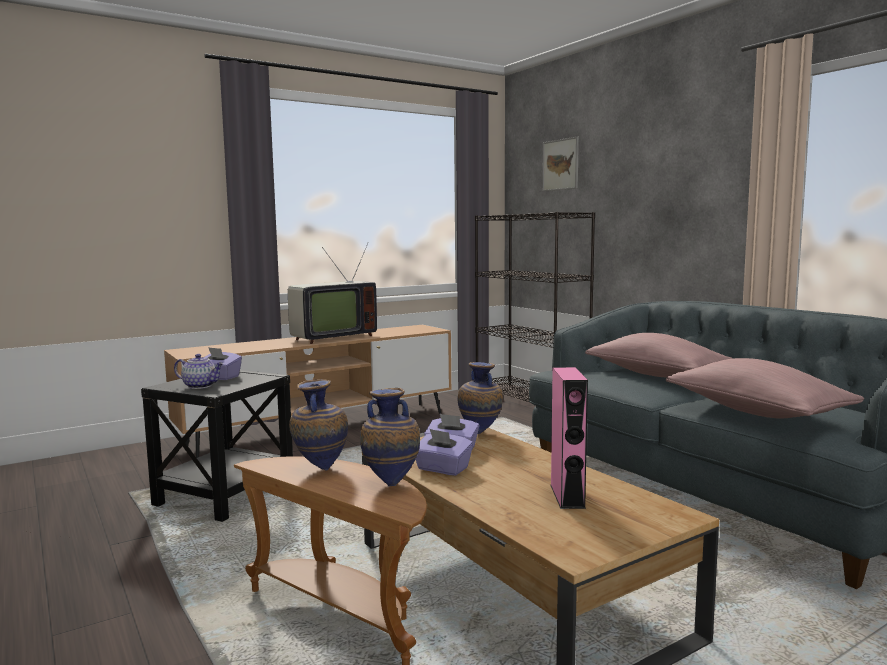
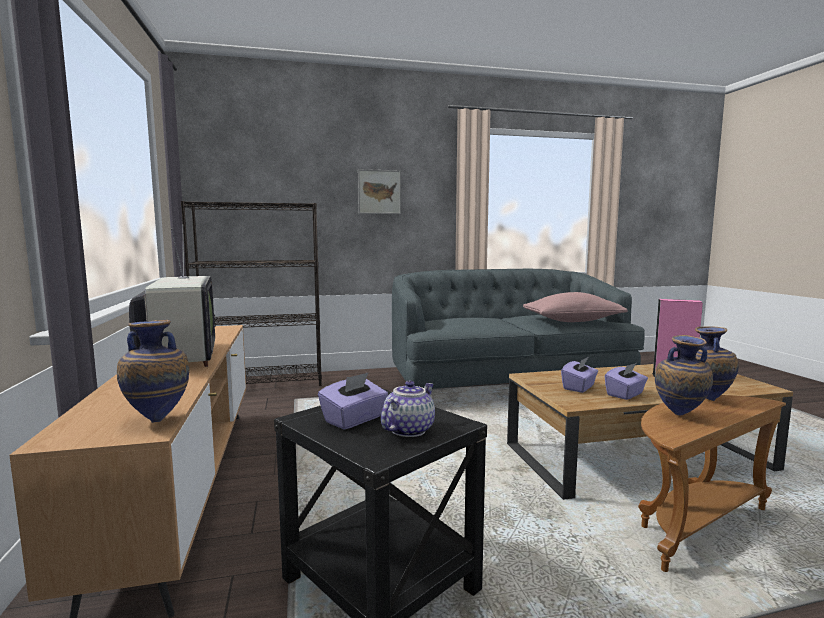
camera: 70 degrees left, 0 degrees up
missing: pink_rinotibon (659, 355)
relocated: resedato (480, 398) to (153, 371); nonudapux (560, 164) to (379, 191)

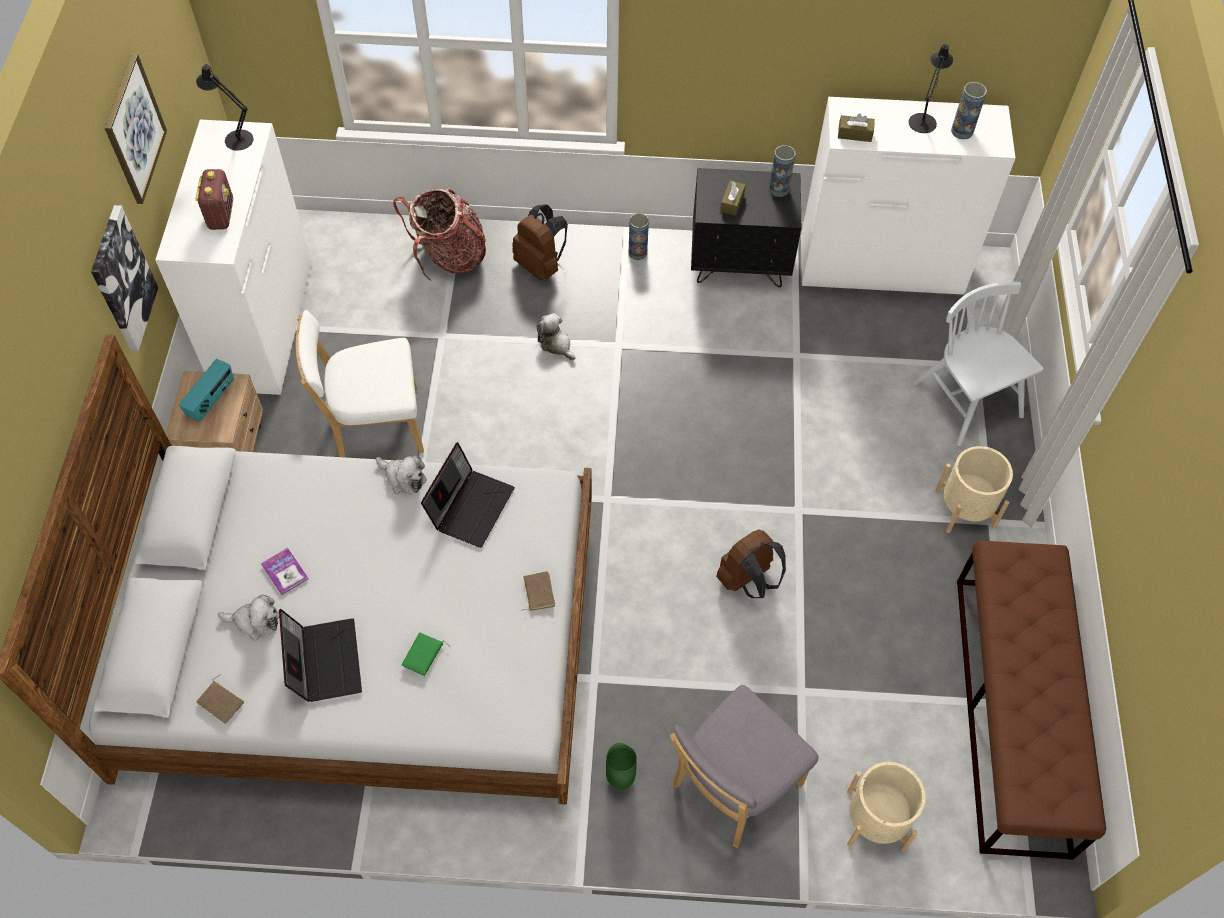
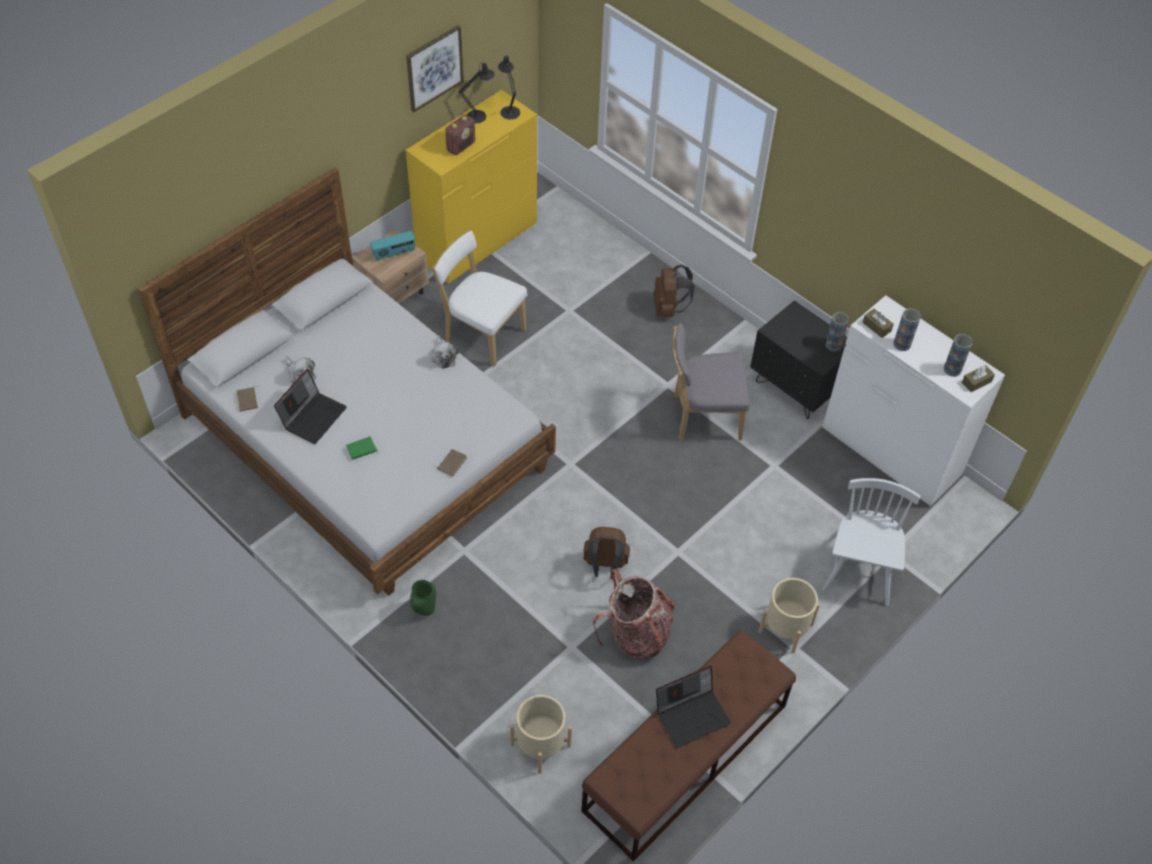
camera: 40 degrees right, 5 degrees down
missing: nonudapux (124, 278); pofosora (285, 571); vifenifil (555, 336)
relocated: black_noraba (931, 88) to (477, 93); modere (439, 234) to (634, 614); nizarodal (468, 495) to (693, 707); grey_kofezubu (744, 766) to (711, 382); resedato (638, 236) to (907, 330); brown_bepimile (733, 198) to (978, 378)
colour: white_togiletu (233, 258) to yellow_togiletu (471, 186)

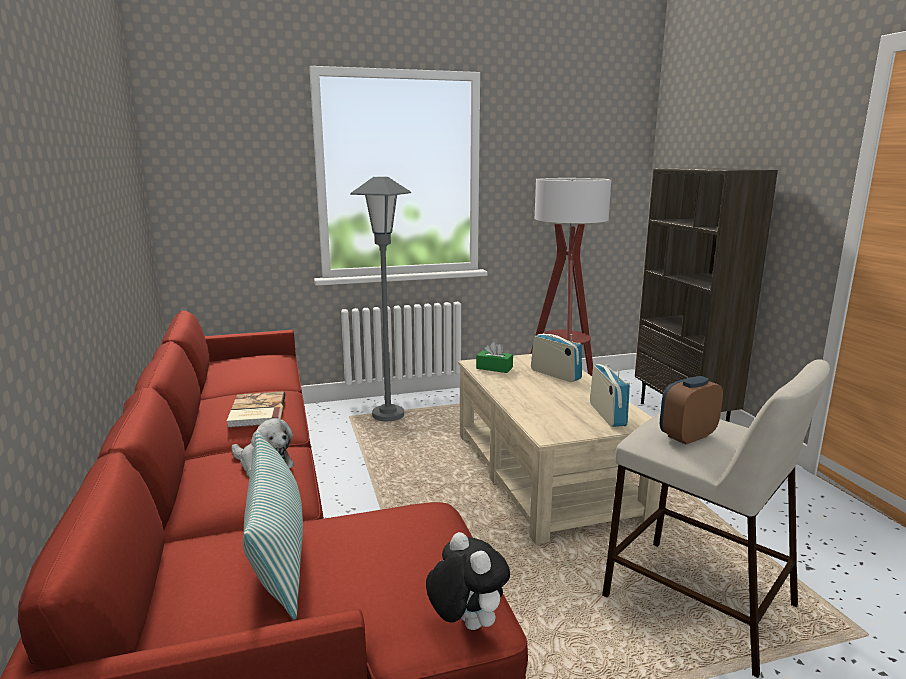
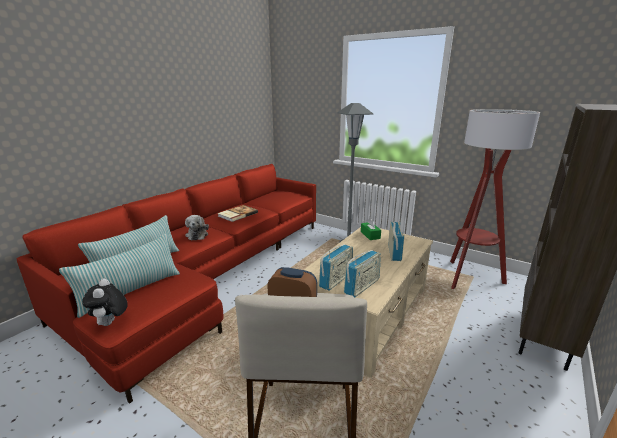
camera: 50 degrees right, 5 degrees up
appeared: rinotibon (119, 275); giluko (336, 267)
spun: vifenifil (468, 581) = (105, 302) 150 degrees clockwise

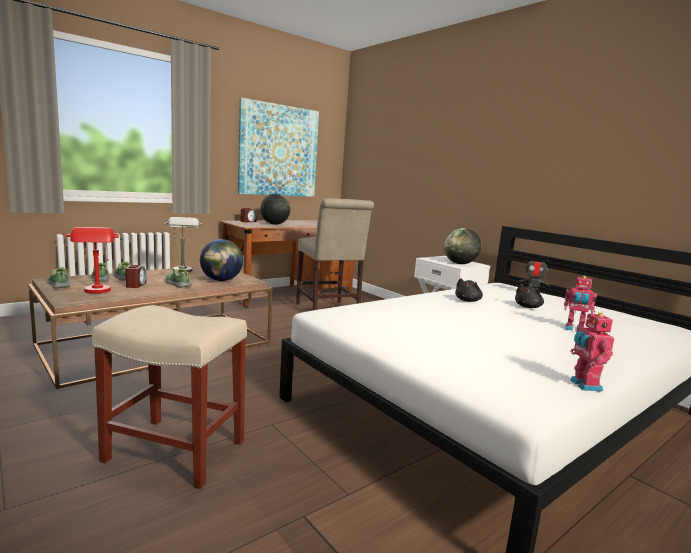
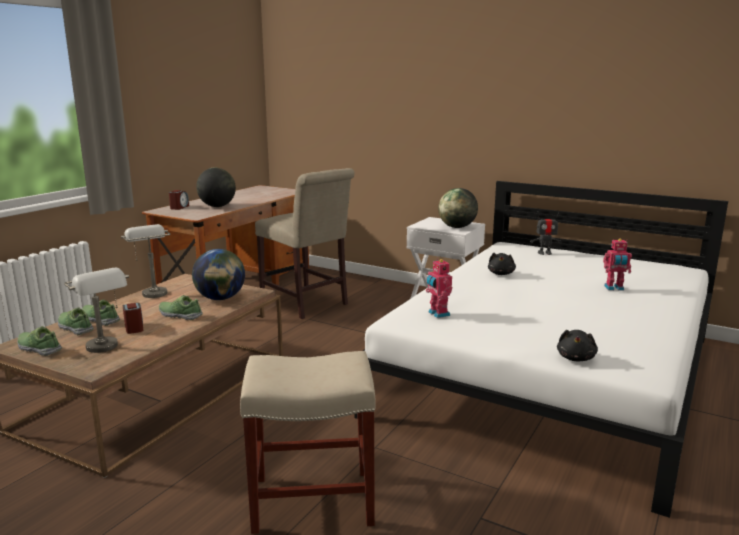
camera: 20 degrees left, 5 degrees up
missing: nonudapux (278, 147)
relocated: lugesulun (592, 351) to (439, 288); black_vifenifil (529, 296) to (577, 345)
colour: red_noraba (92, 260) to grey_noraba (96, 310)

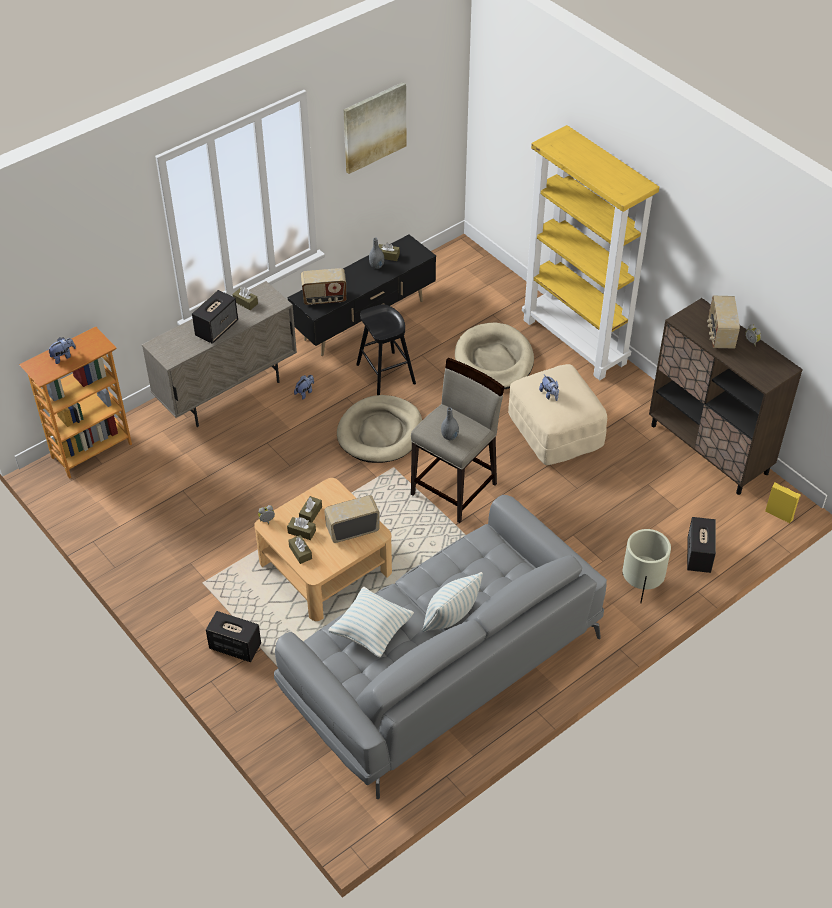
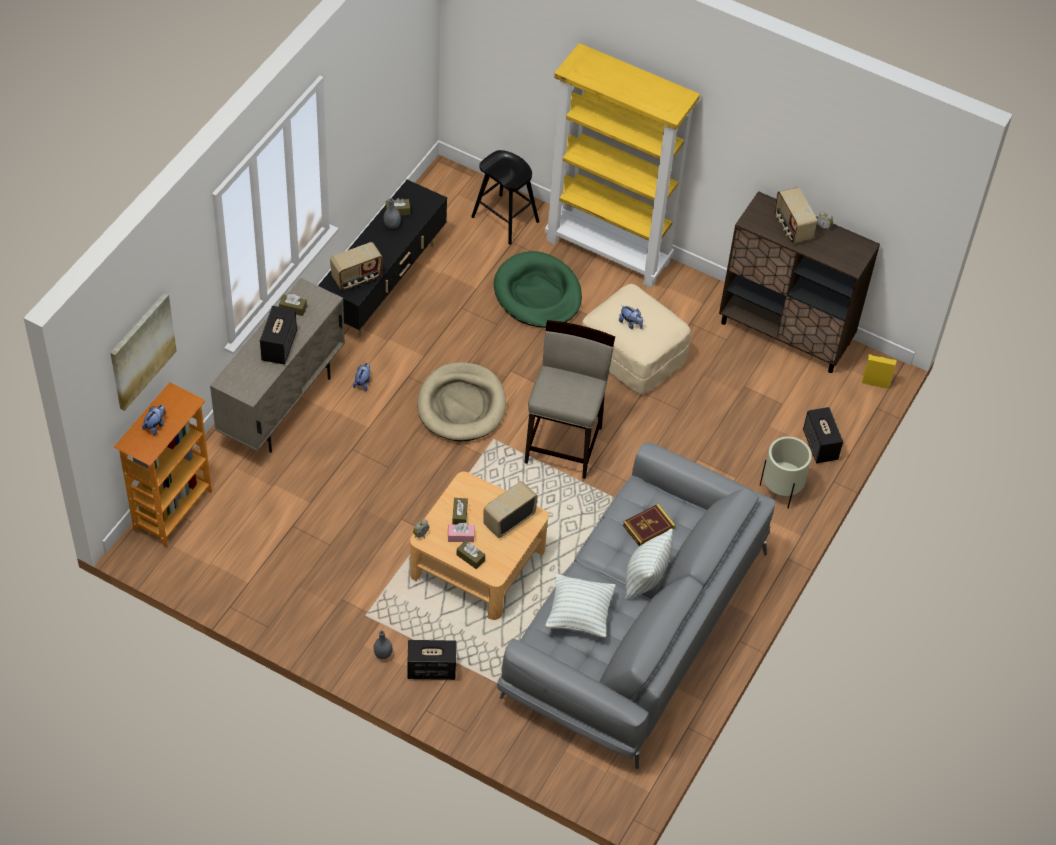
camera: 25 degrees left, 5 degrees up
appeared: pofosora (649, 525)
relocated: nonudapux (374, 128) to (143, 352); grey_resedato (450, 423) to (383, 645); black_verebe (386, 349) to (505, 197)
colour: brown_bepimile (301, 528) to pink_bepimile (461, 532); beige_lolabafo (494, 355) to green_lolabafo (538, 289)

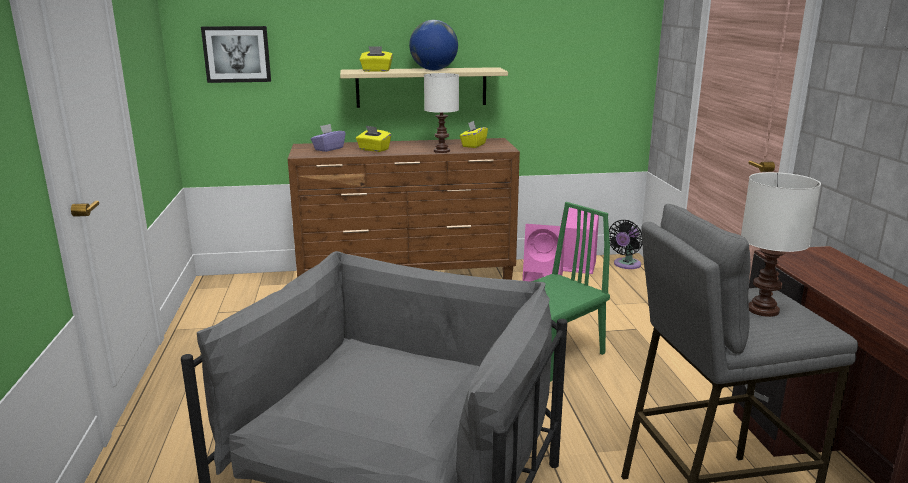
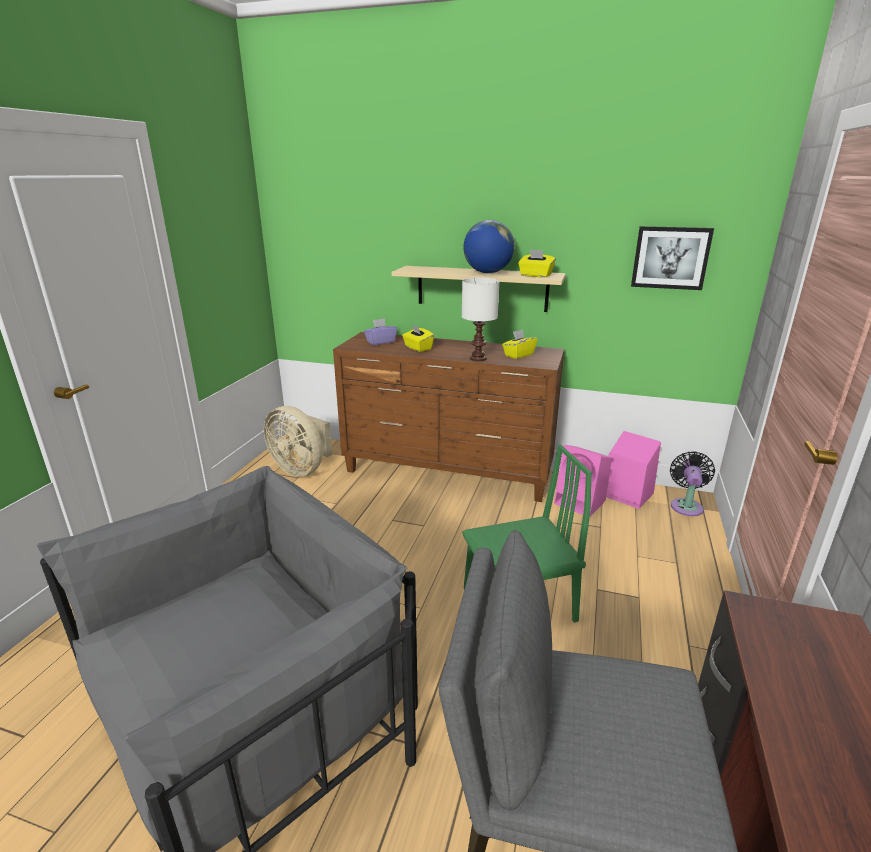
camera: 25 degrees right, 5 degrees up
missing: white_noraba (781, 244)
appeared: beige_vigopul (298, 441)
relocated: yellow_bepimile (376, 59) to (537, 263); nonudapux (236, 54) to (672, 258)
spun: black_vigopul (625, 244) = (692, 483) 135 degrees clockwise

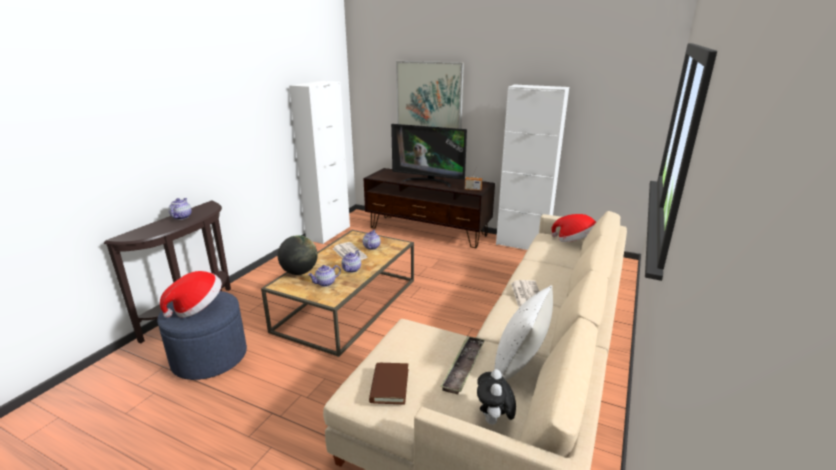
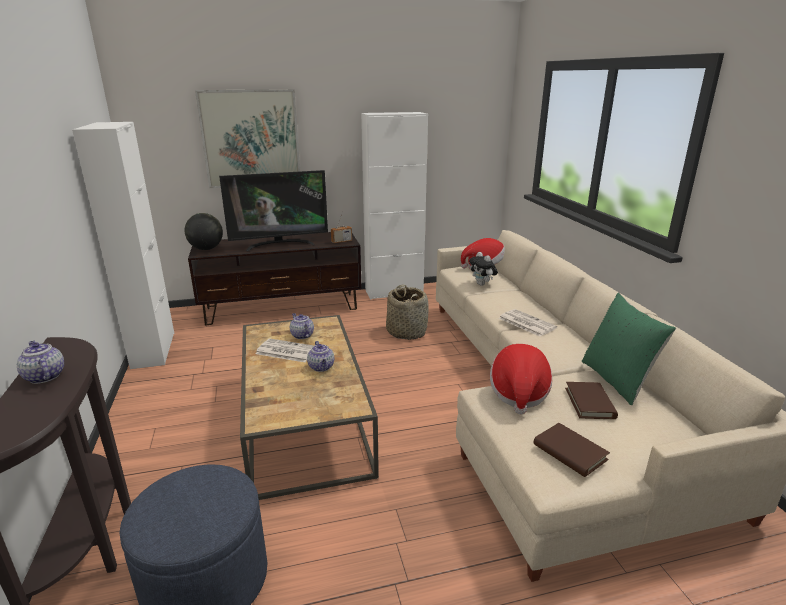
camera: 40 degrees left, 0 degrees up
missing: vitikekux (324, 276)
appeared: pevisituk (407, 312)
relocated: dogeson (298, 255) to (204, 231); vifenifil (496, 397) to (483, 269); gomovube (191, 294) to (521, 379)
exchanged: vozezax (462, 365) to brown_pofosora (591, 400)
colour: white_rinotibon (523, 333) to green_rinotibon (629, 349)

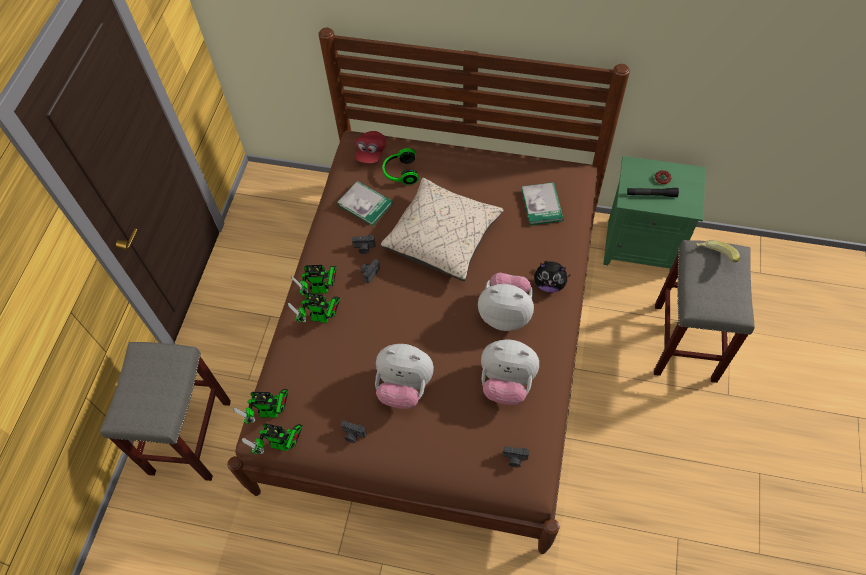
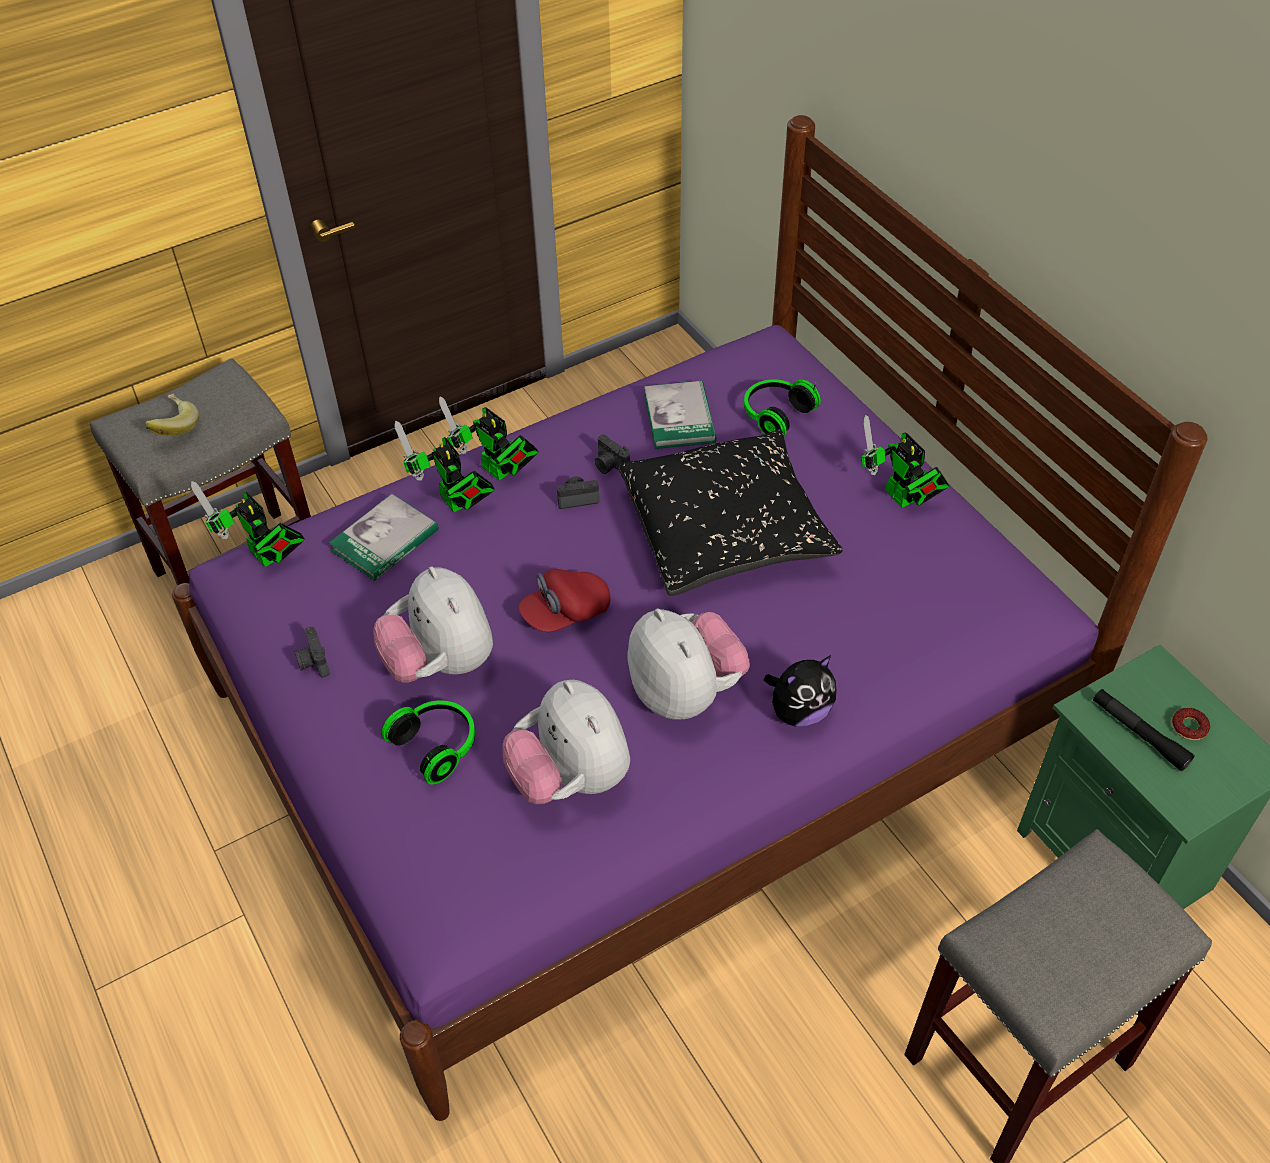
camera: 45 degrees right, 10 degrees down
missing: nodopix (516, 456)
appeared: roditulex (428, 742)
relocated: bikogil (718, 251) to (172, 415); pofosora (543, 203) to (383, 537); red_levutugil (370, 147) to (565, 600); lugesulun (272, 439) to (905, 461)
colour: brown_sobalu (428, 291) to purple_sobalu (689, 618); beige_rinotibon (442, 229) to black_rinotibon (730, 512)
spun: vifenifil (552, 276) = (800, 691) 90 degrees counterclockwise

